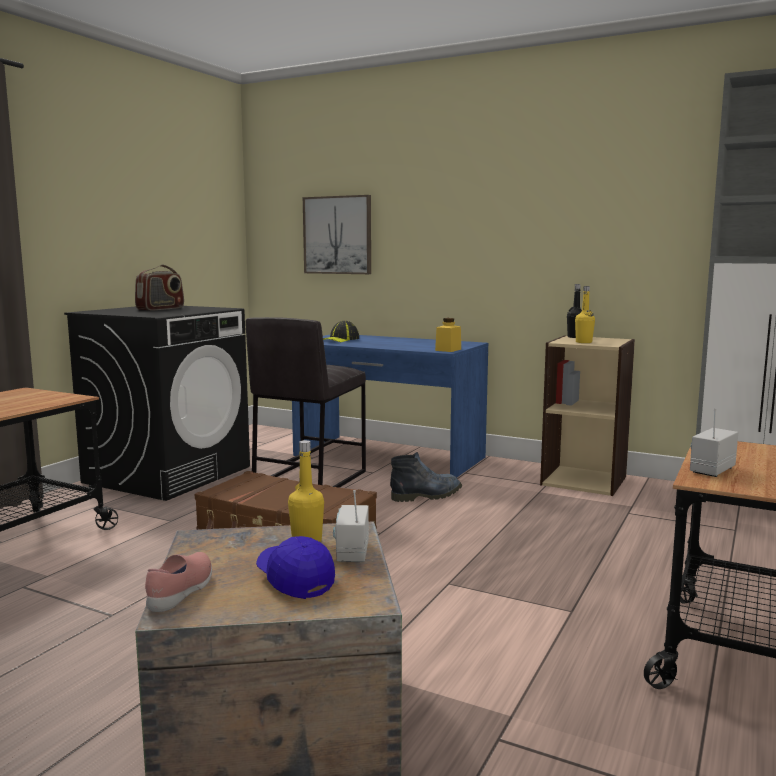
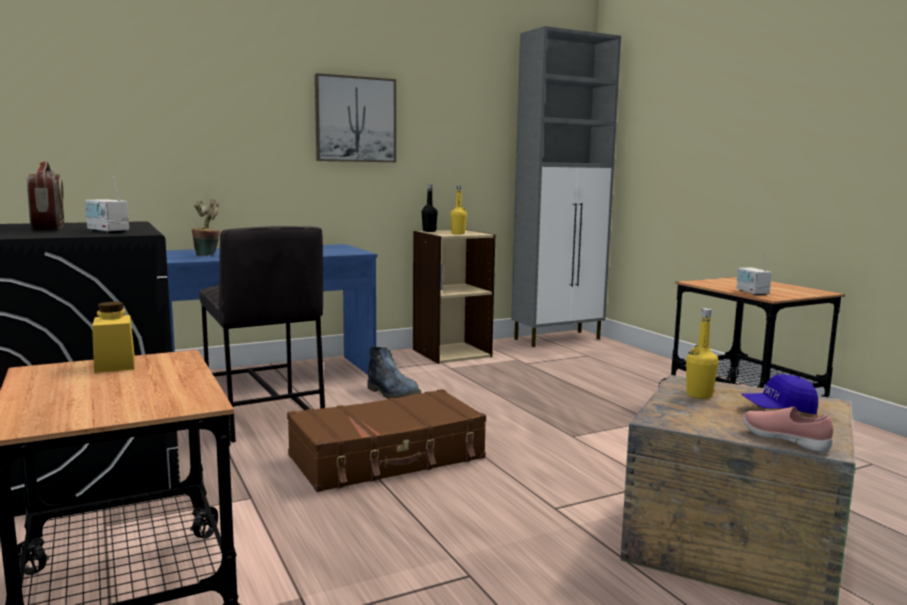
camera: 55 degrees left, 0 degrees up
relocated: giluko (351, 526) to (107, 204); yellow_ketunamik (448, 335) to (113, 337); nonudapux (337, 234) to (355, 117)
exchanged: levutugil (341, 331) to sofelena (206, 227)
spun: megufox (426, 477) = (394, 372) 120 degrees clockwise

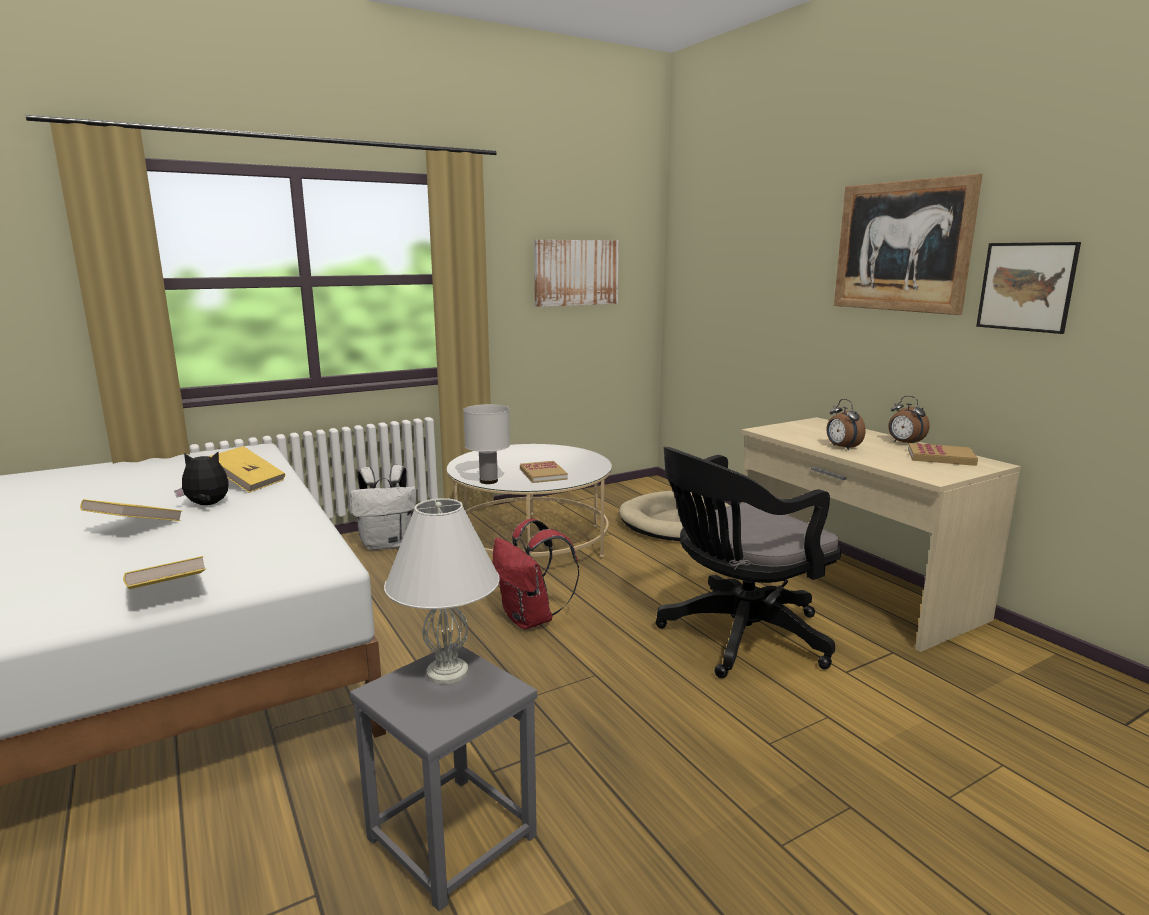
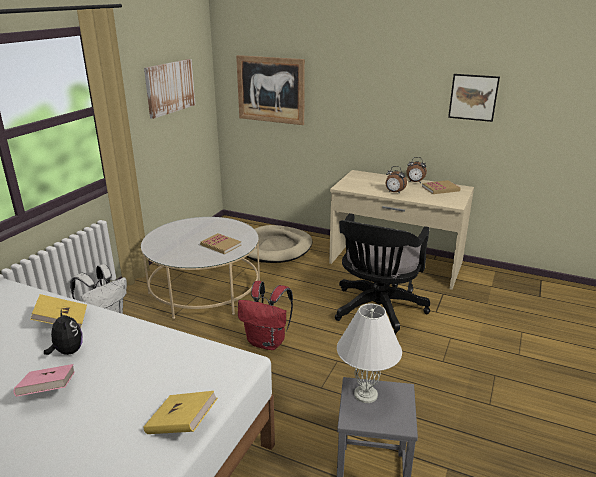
camera: 35 degrees left, 10 degrees up
missing: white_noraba (486, 444)
relocated: nonudapux (908, 244) to (270, 90)
colour: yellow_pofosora (130, 510) to pink_pofosora (44, 380)
spun: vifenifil (201, 478) = (63, 331) 105 degrees clockwise

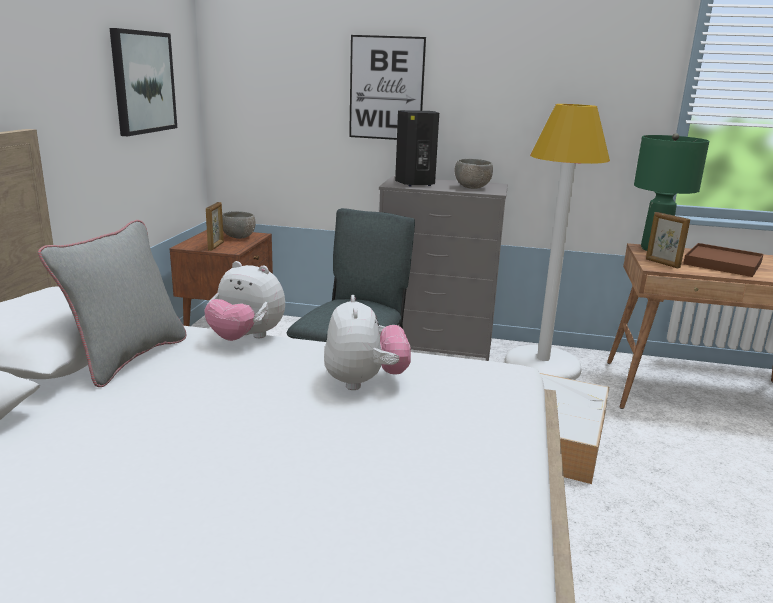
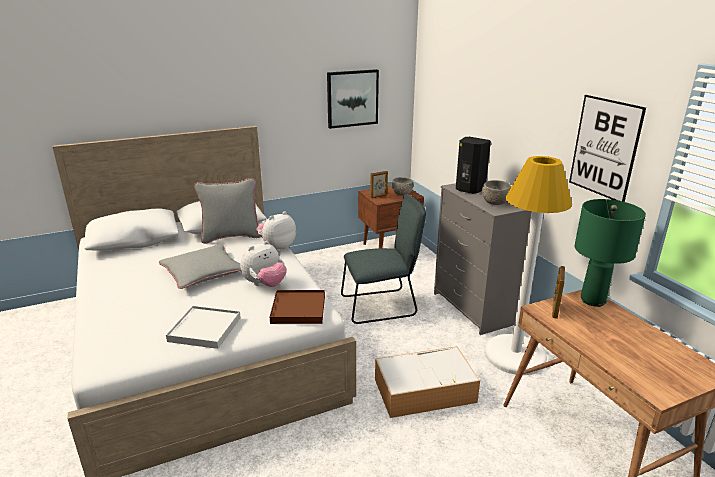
camera: 55 degrees right, 5 degrees up
appeared: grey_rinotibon (200, 267); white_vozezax (203, 327)
relocated: brown_vozezax (723, 260) to (297, 307); nonudapux (387, 87) to (607, 148)
spun: vifenifil (244, 301) = (276, 231) 60 degrees clockwise

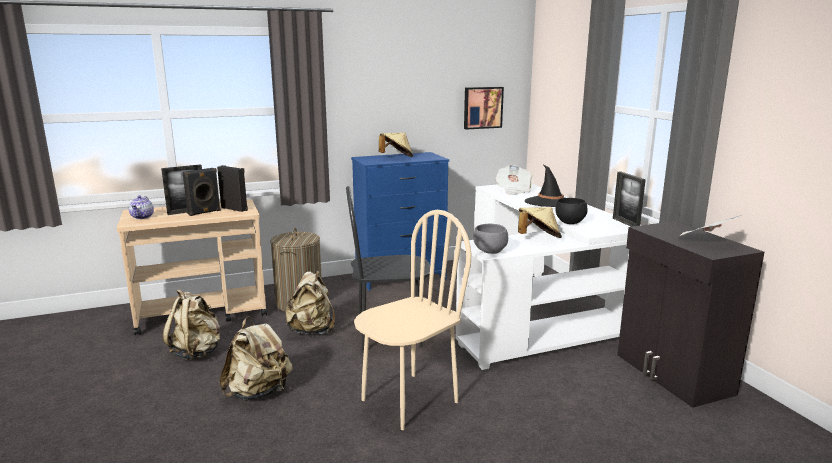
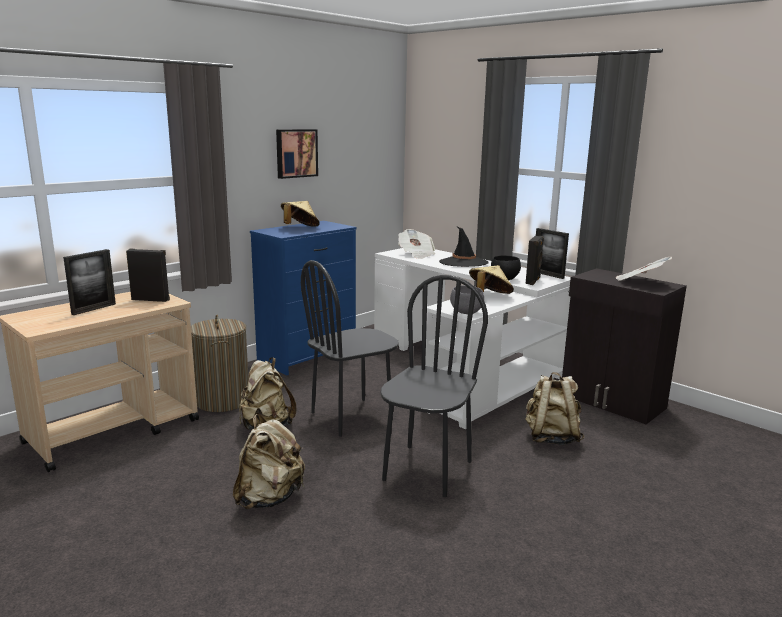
camera: 25 degrees left, 0 degrees up
missing: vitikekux (141, 207)
relocated: nonudapux (484, 108) to (297, 154); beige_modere (191, 324) to (554, 408); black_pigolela (202, 192) to (535, 260)
colour: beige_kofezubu (412, 320) to black_kofezubu (434, 386)

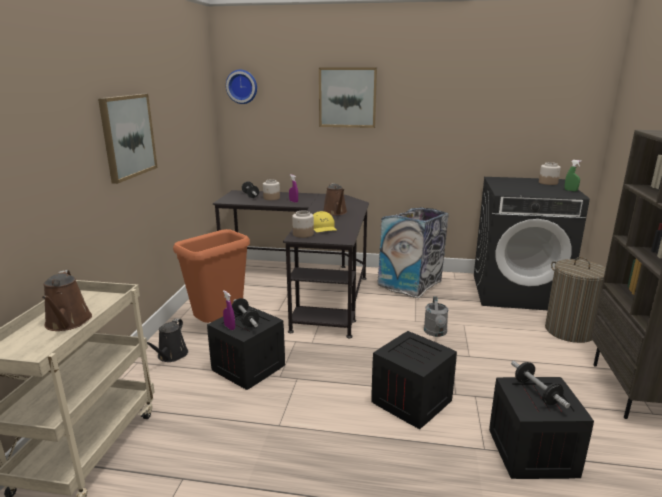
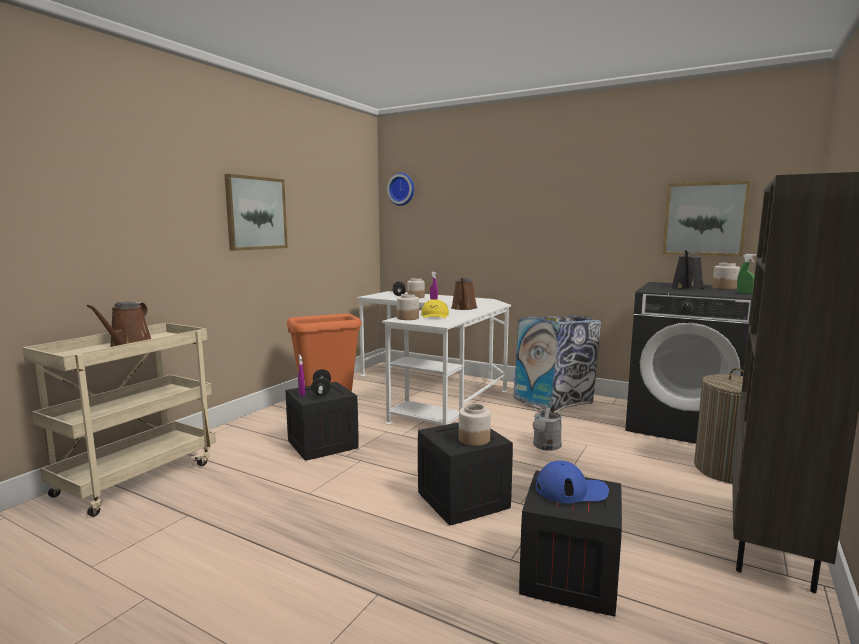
camera: 20 degrees right, 10 degrees down
appeared: ketunamik (475, 425)
relocated: nonudapux (348, 97) to (706, 218); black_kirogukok (167, 340) to (688, 270)
exchanged: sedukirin (540, 384) to blue_levutugil (572, 482)
colour: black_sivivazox (291, 264) to white_sivivazox (434, 358)

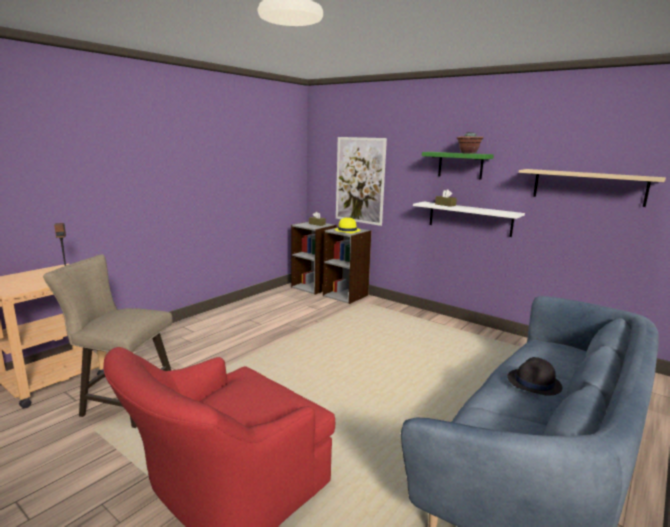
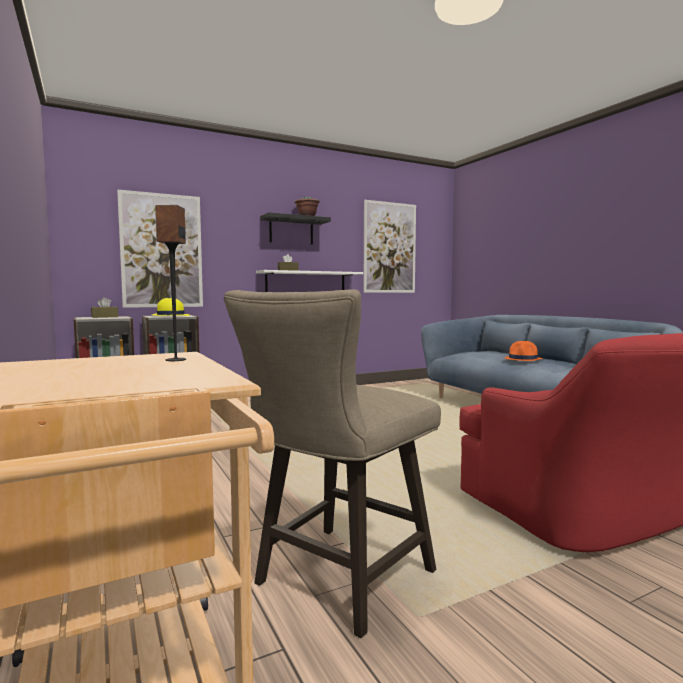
camera: 65 degrees left, 10 degrees down
exchanged: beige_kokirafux (592, 188) to nonudapux (389, 246)
colour: green_kokirafux (458, 166) to black_kokirafux (295, 228); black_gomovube (534, 376) to orange_gomovube (524, 351)

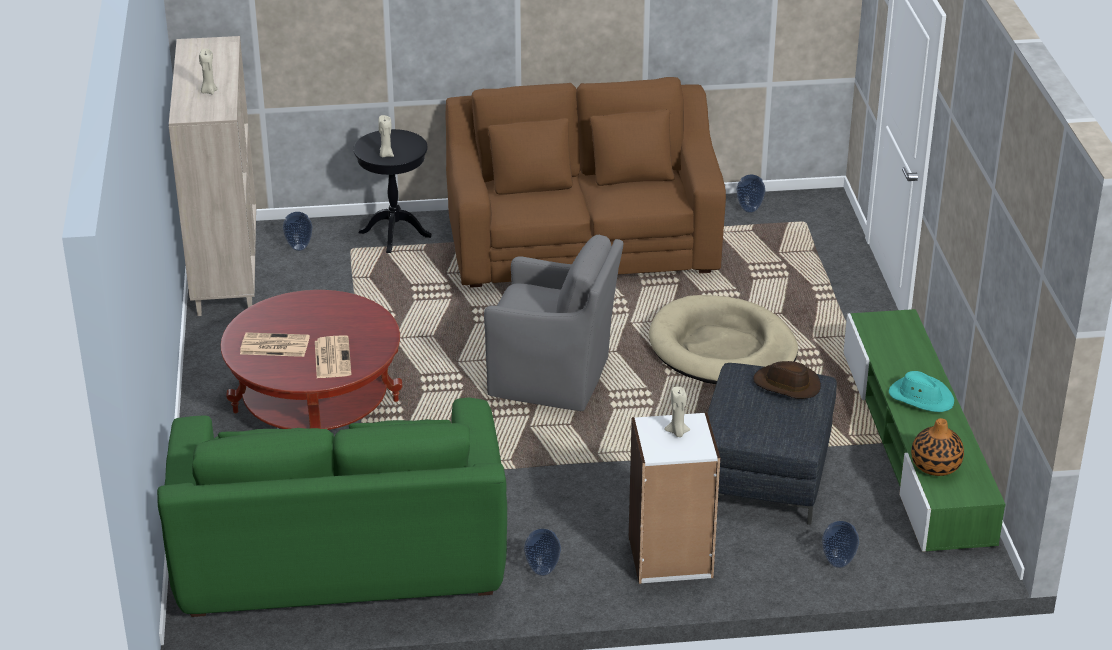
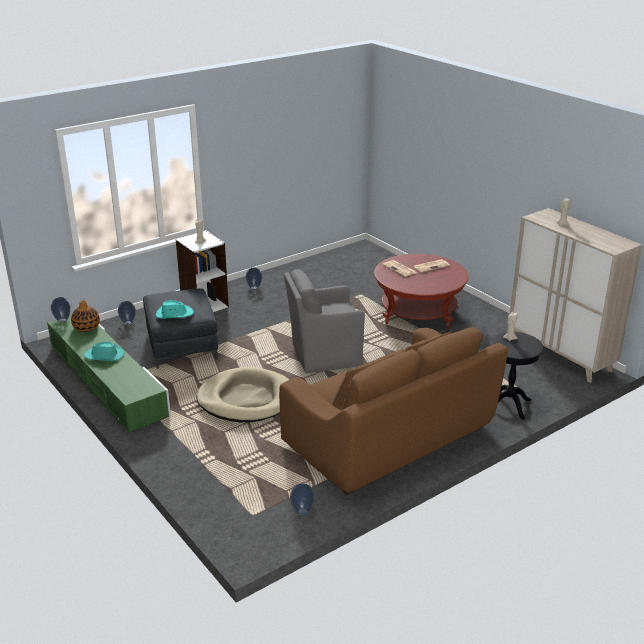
camera: 150 degrees right, 5 degrees down
missing: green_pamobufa (332, 507)
relocated: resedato (298, 231) to (60, 309)
colour: brown_gomovube (787, 380) to turquoise_gomovube (175, 309)

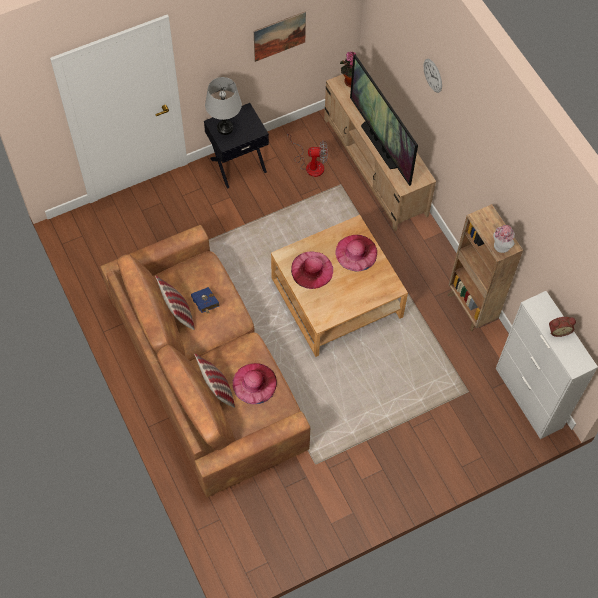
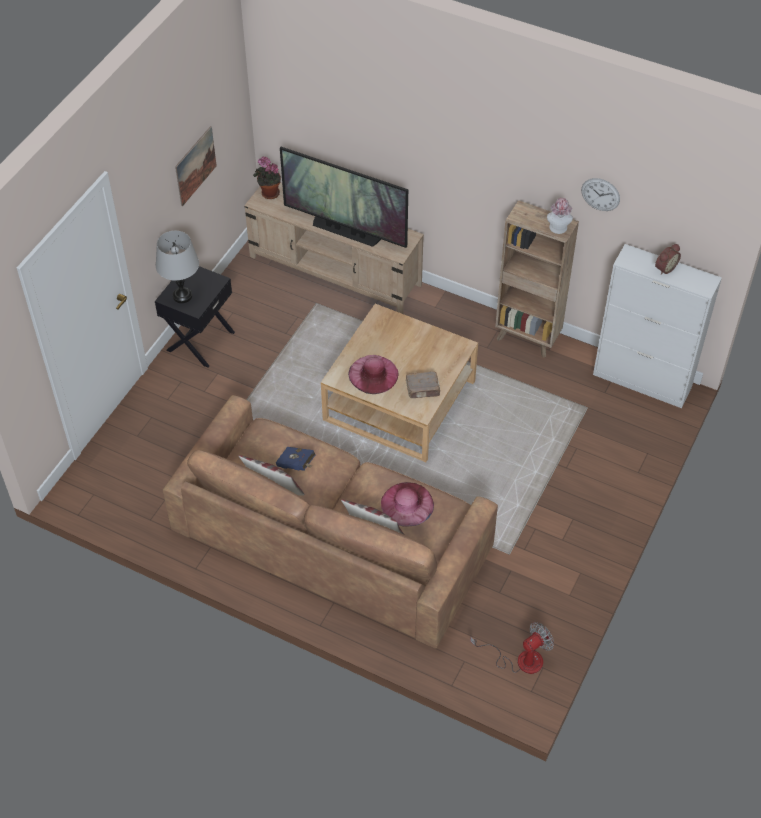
camera: 35 degrees left, 10 degrees down
missing: pink_gomovube (356, 253)
appeared: brown_pofosora (423, 384)
relocated: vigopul (307, 155) to (512, 648); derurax (432, 76) to (600, 194)

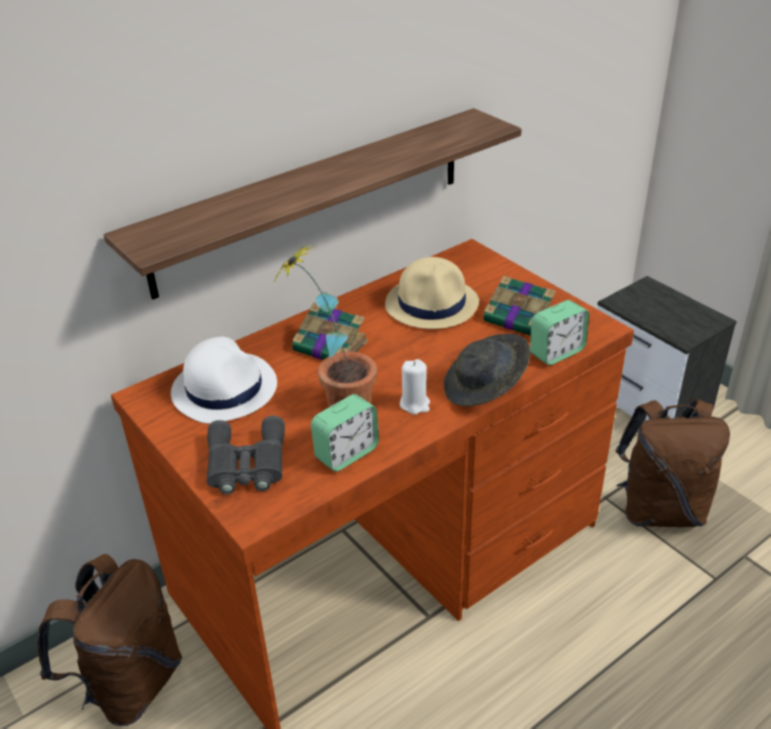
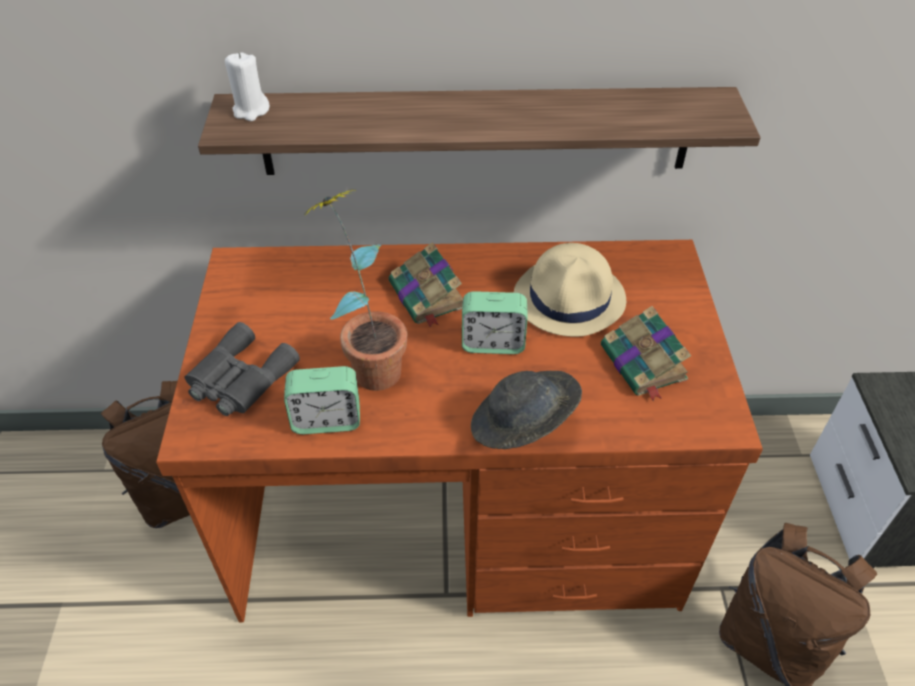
camera: 35 degrees right, 10 degrees up
missing: white_gomovube (224, 380)
relocated: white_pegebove (415, 387) to (247, 86); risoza (559, 332) to (495, 322)

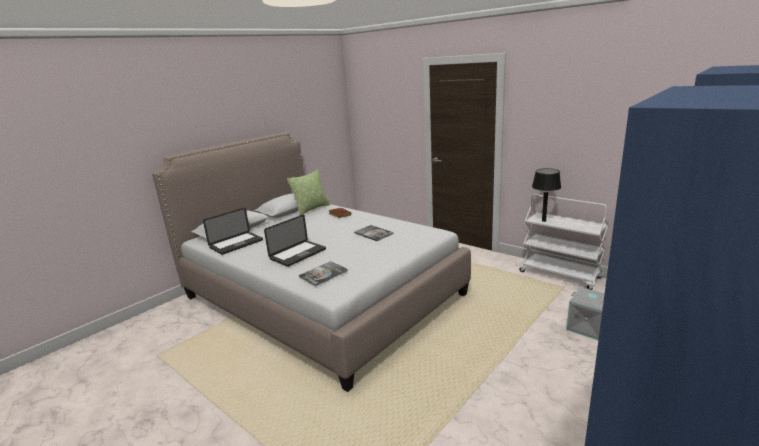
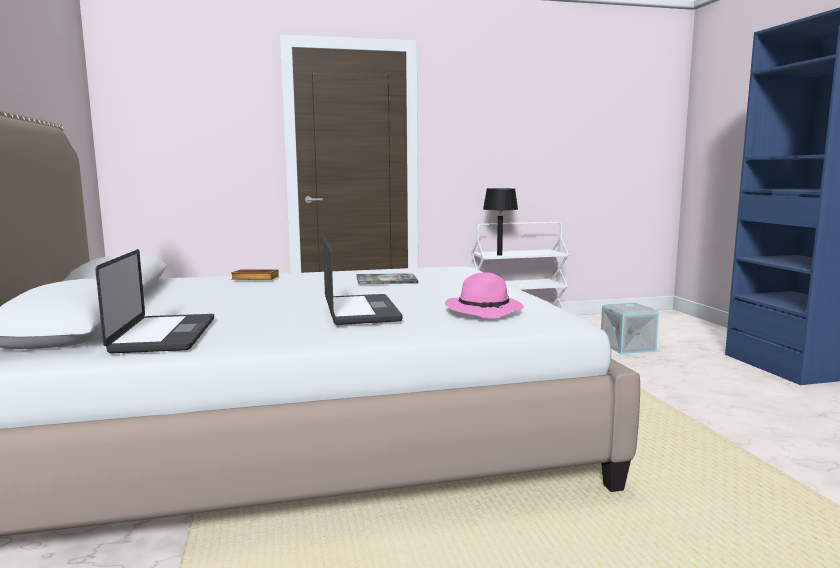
camera: 55 degrees left, 10 degrees down
missing: rinotibon (308, 193)
exchanged: pofosora (323, 273) to pink_gomovube (484, 295)

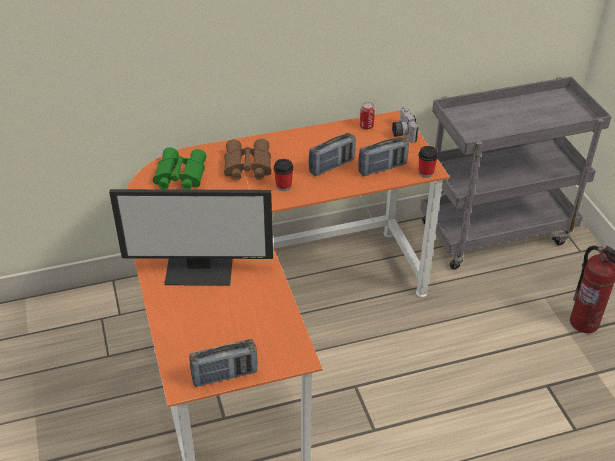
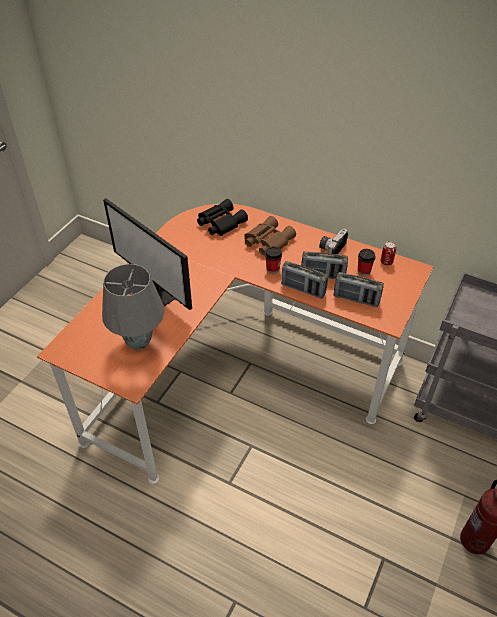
camera: 45 degrees right, 5 degrees up
appeared: grey_noraba (133, 307)
relocated: giluko (223, 363) to (304, 280); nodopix (405, 125) to (333, 241); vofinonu (428, 162) to (367, 262)
colour: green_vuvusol (180, 168) to black_vuvusol (222, 217)

